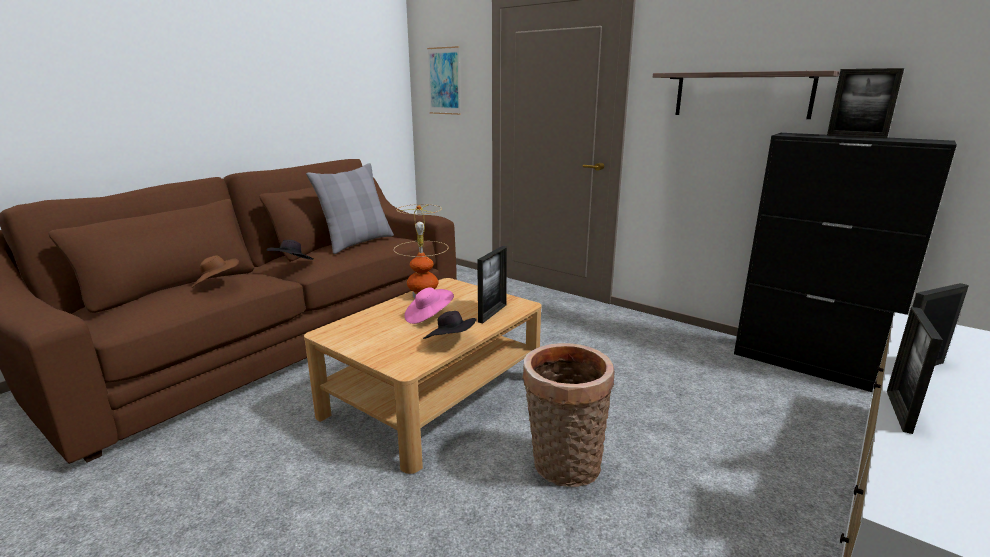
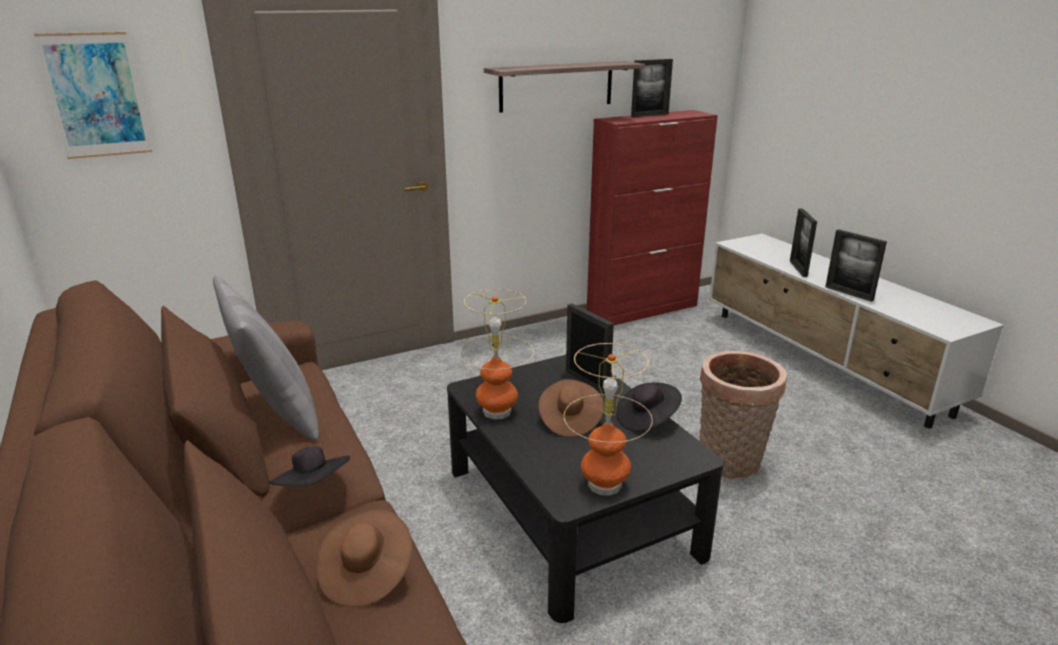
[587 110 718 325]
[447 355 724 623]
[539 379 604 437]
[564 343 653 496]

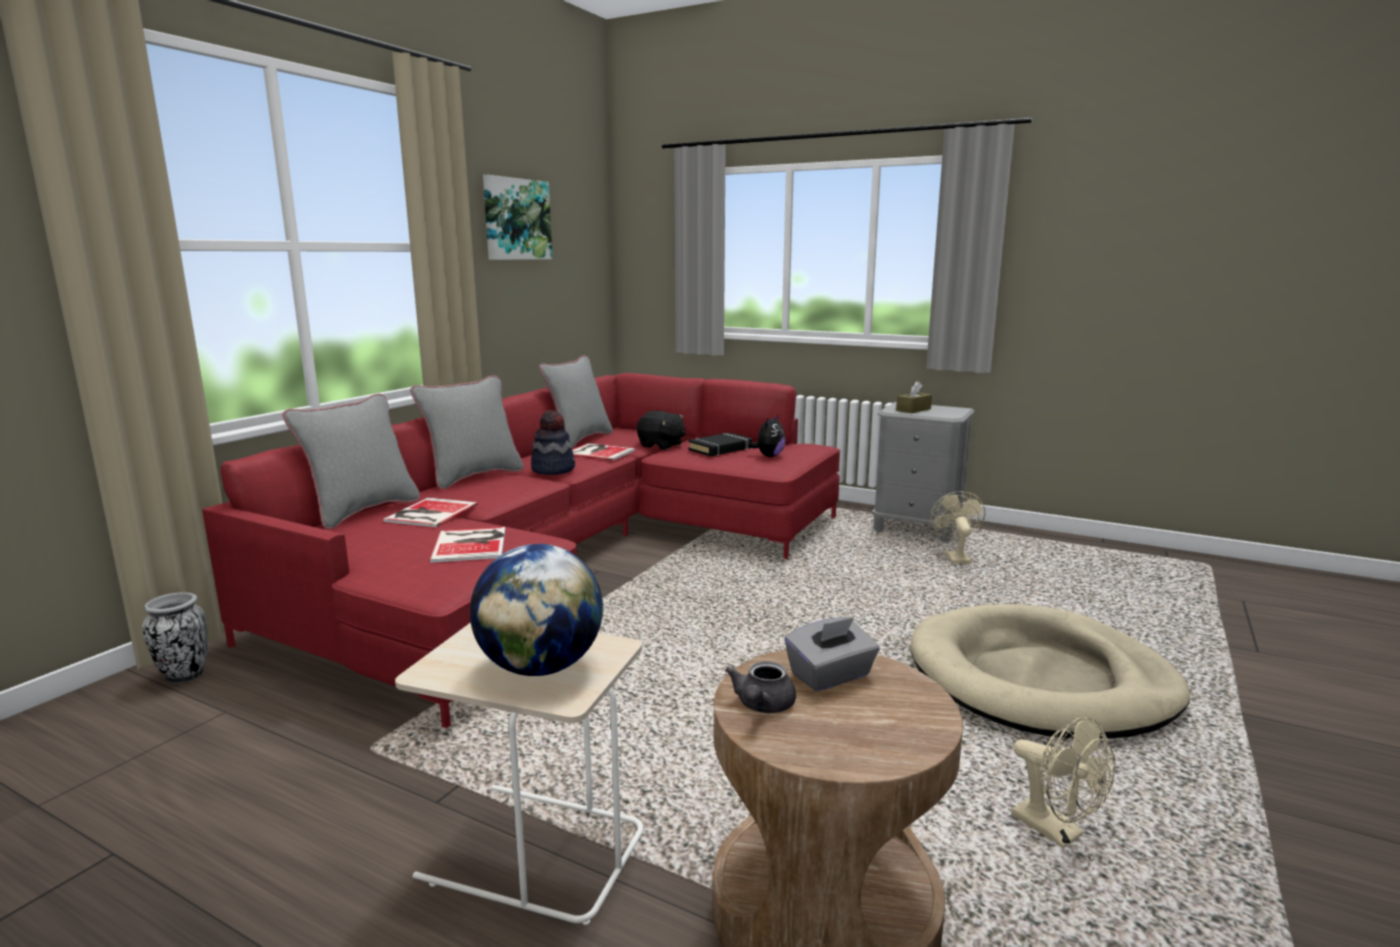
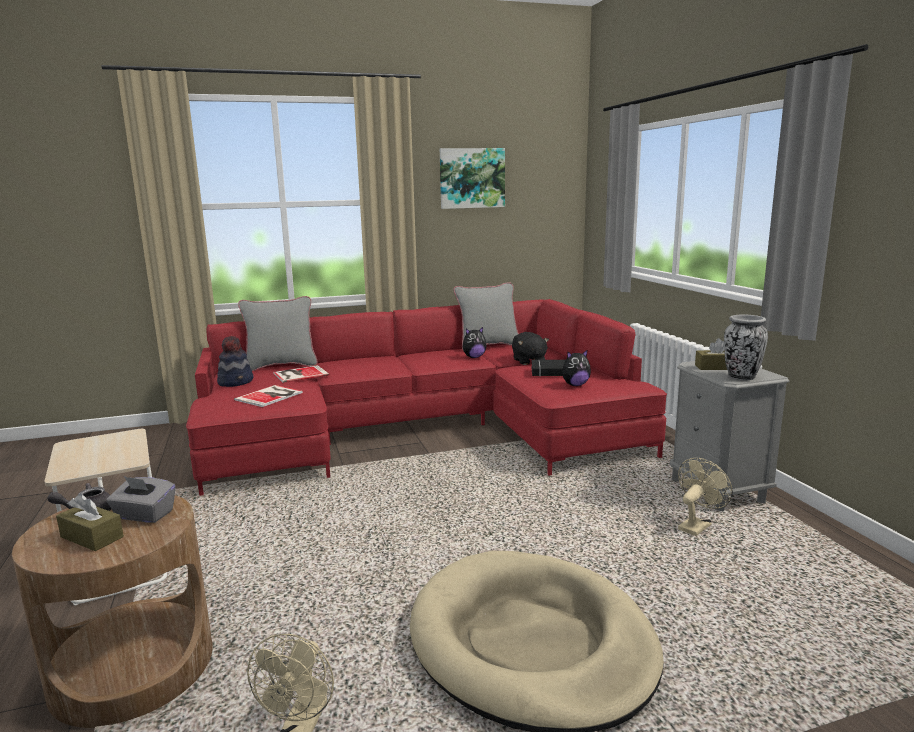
[410 375 524 489] (first image)
[217 336 253 387]
[462 327 487 358]
[470 544 603 676] (first image)
[724 314 768 380]
[56 493 124 551]

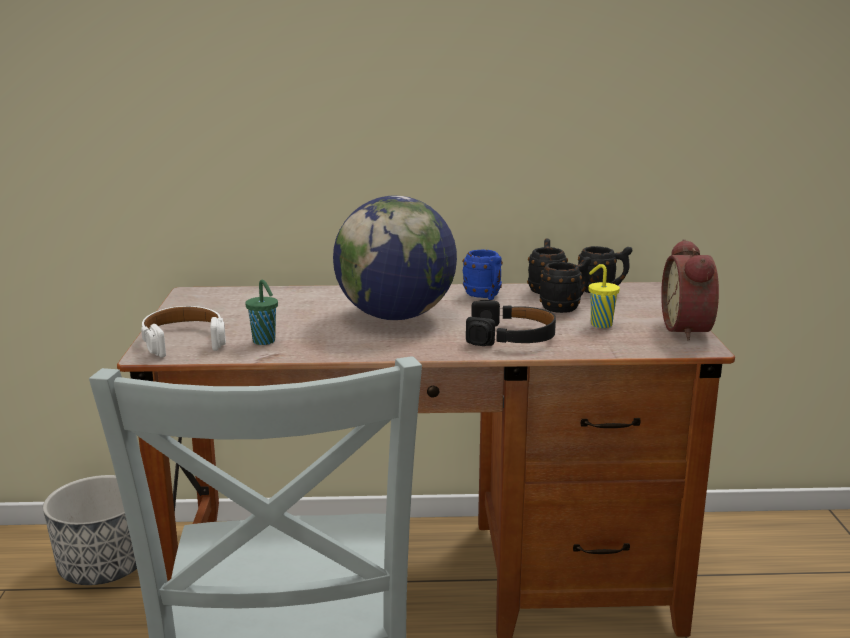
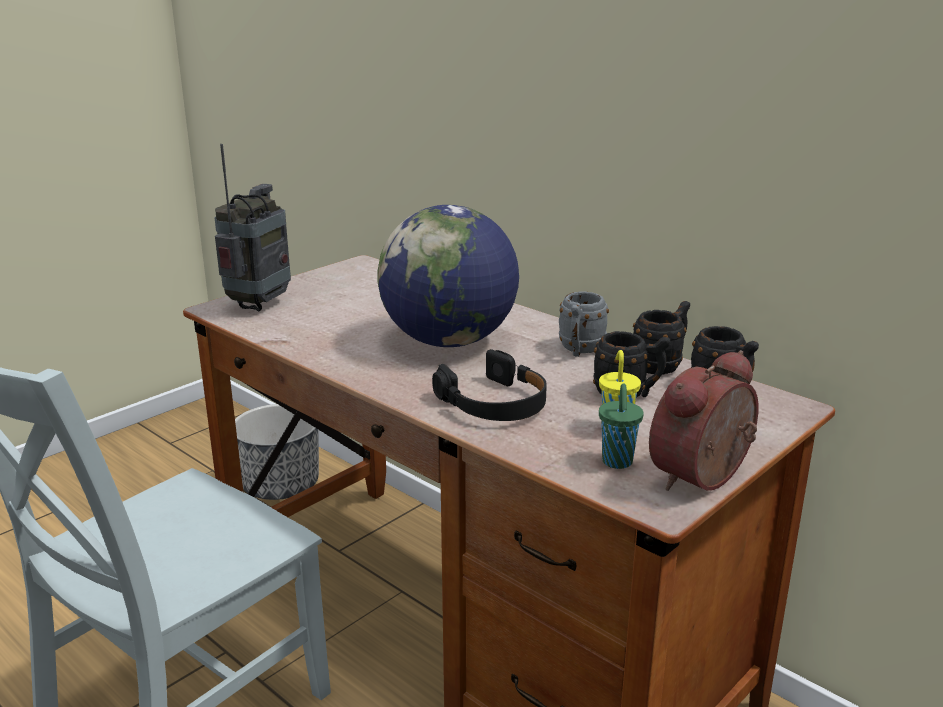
[559 291 609 357]
[599 383 644 469]
[215 144 291 311]

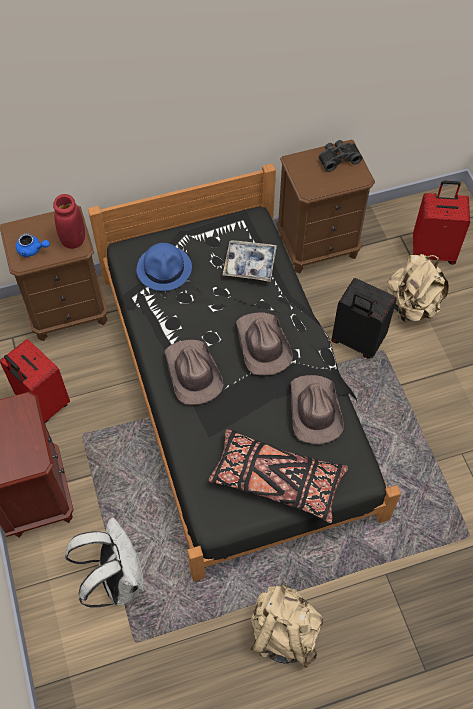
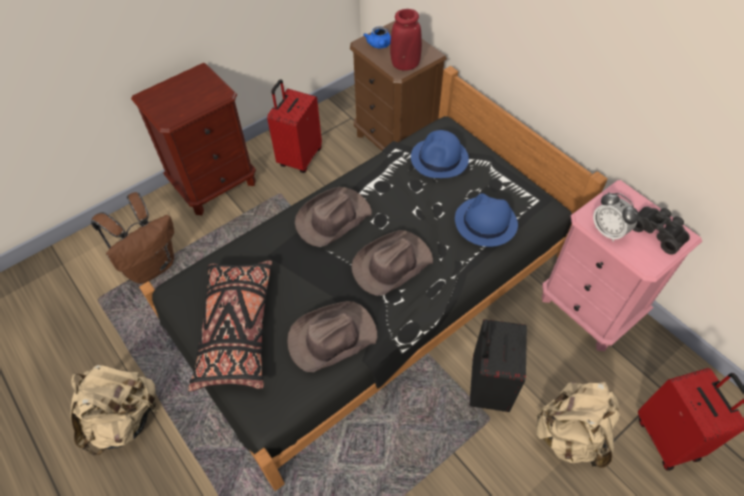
[542 180 702 351]
[455 193 518 247]
[91 192 174 284]
[593 192 639 242]

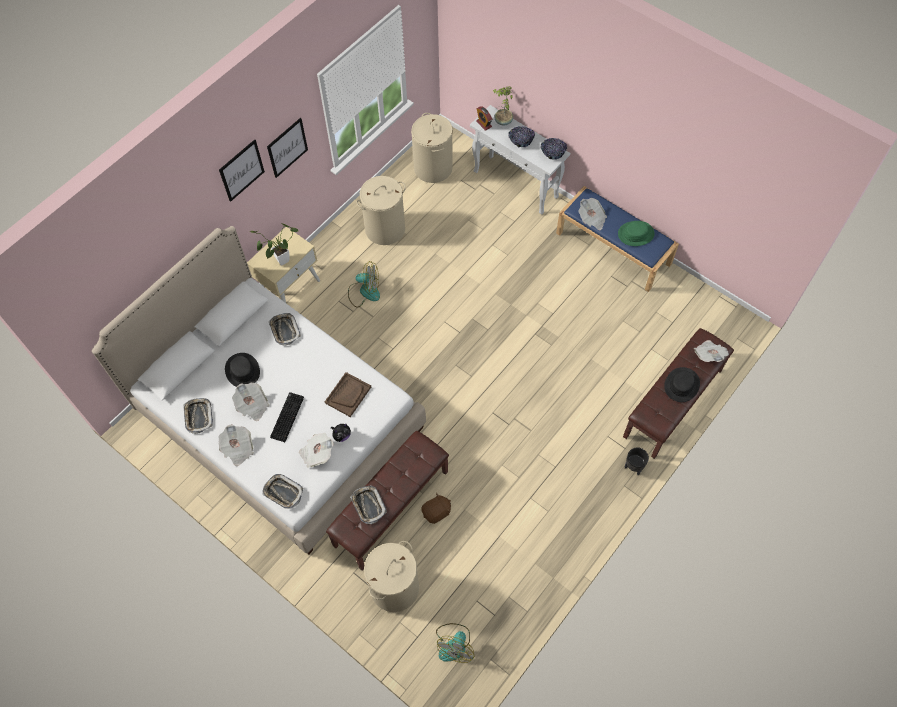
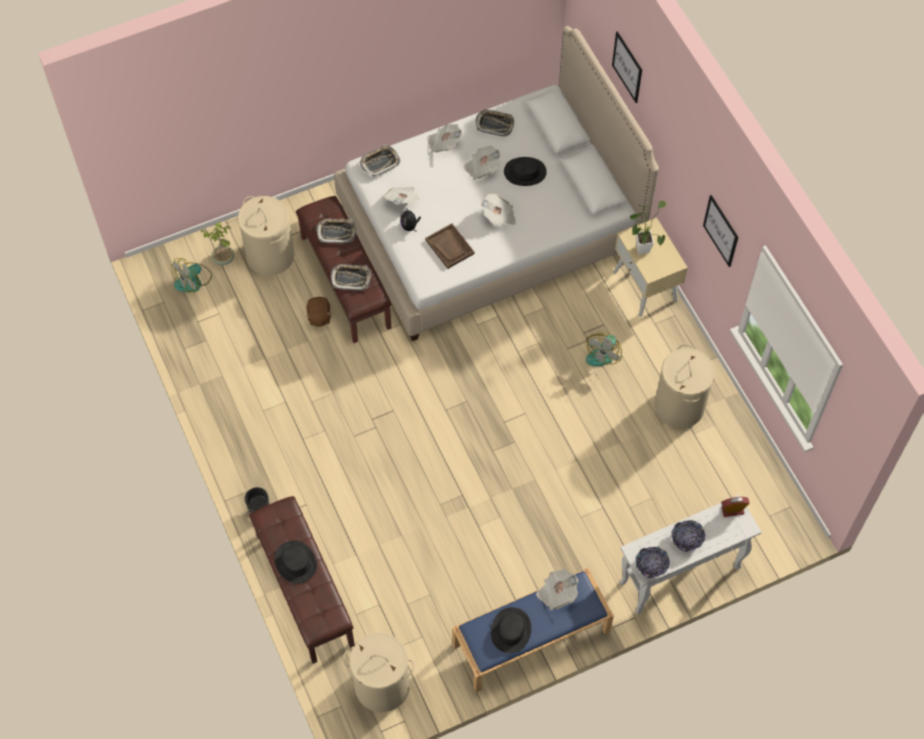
[201 222 234 265]
[343 633 414 712]
[612 31 642 103]
[491 607 531 653]
[330 264 371 291]
[481 193 516 226]
[270 392 304 442] (first image)
[171 258 212 292]

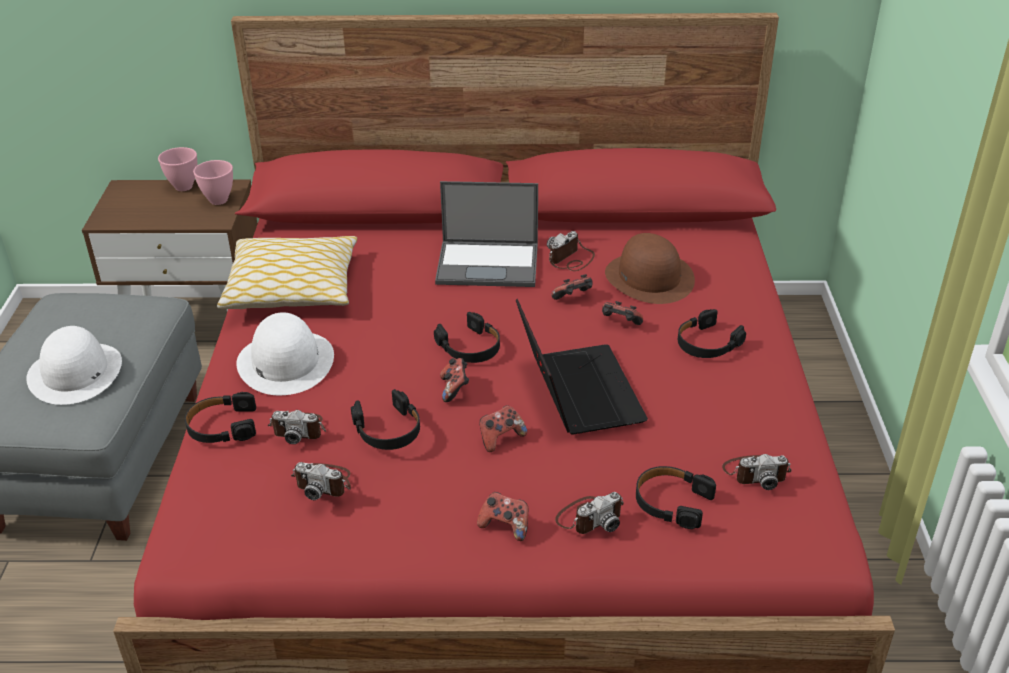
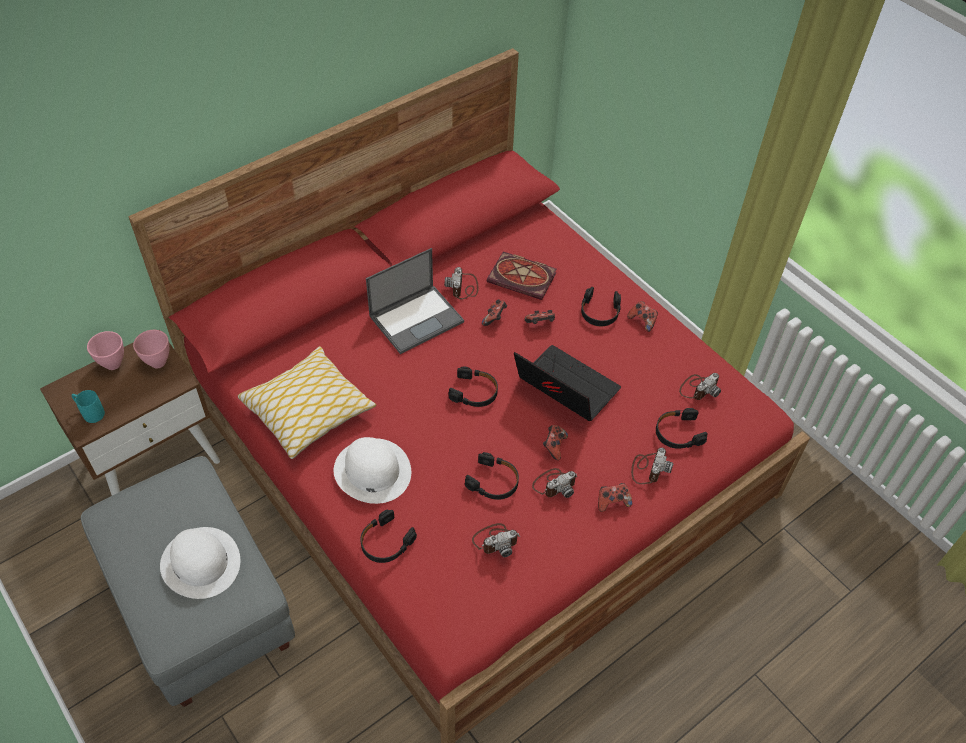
[487 252 557 300]
[627 301 658 332]
[532 468 578 498]
[72 390 105 423]

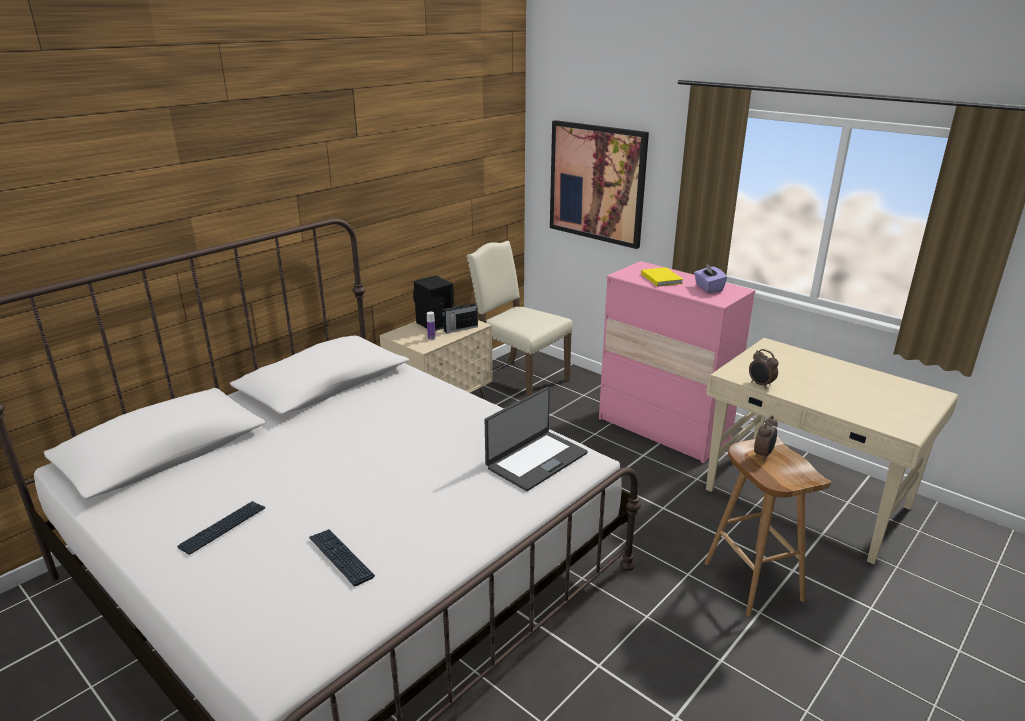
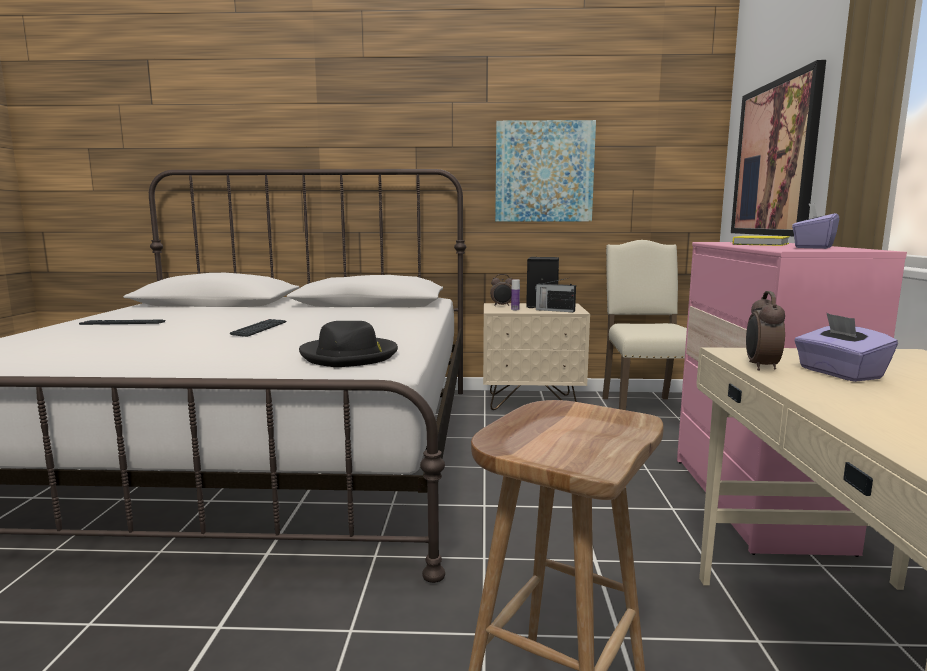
[299 321 398 367]
[490 274 512 306]
[230 319 287 337]
[495 120 596 221]
[794 313 898 382]

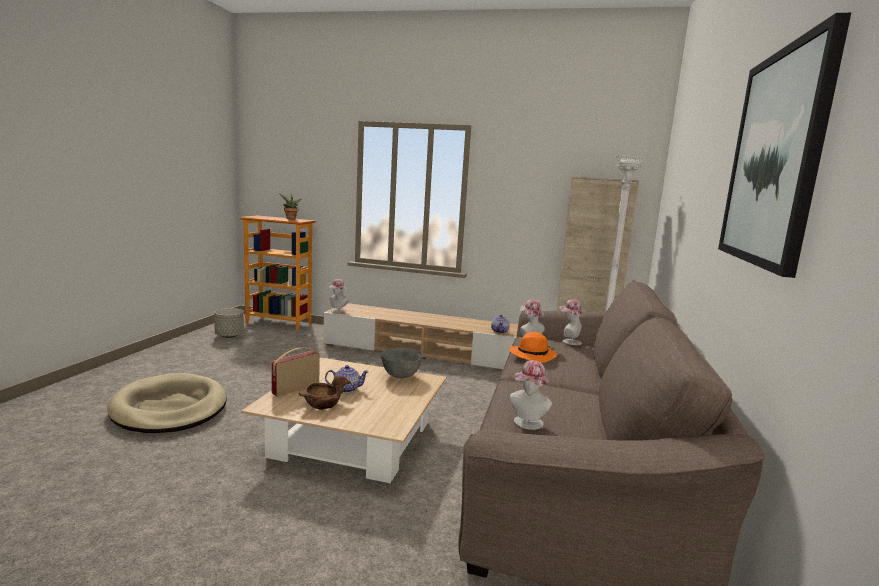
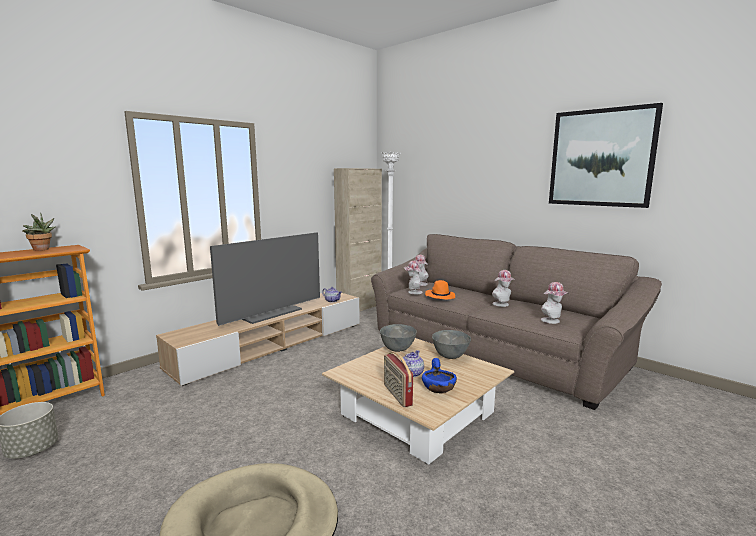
[492 270 515 307]
[422 358 457 394]
[210 232 320 326]
[432 330 471 359]

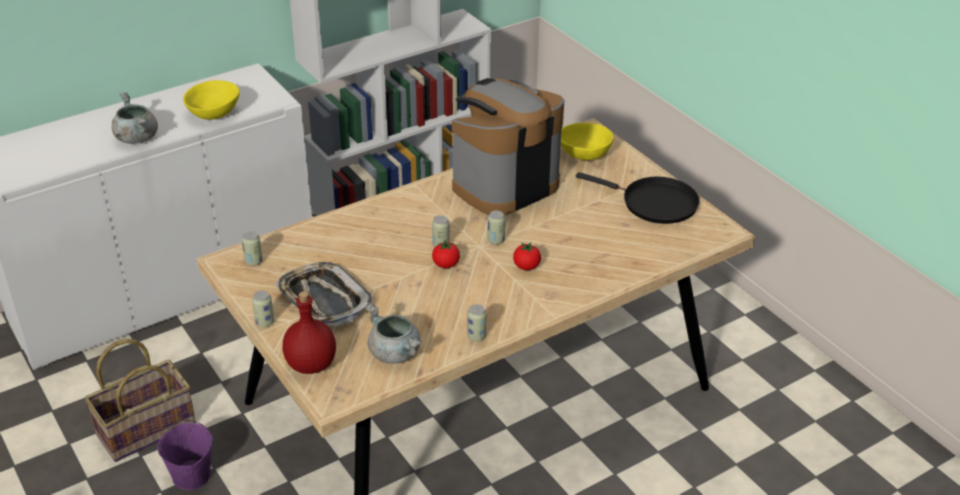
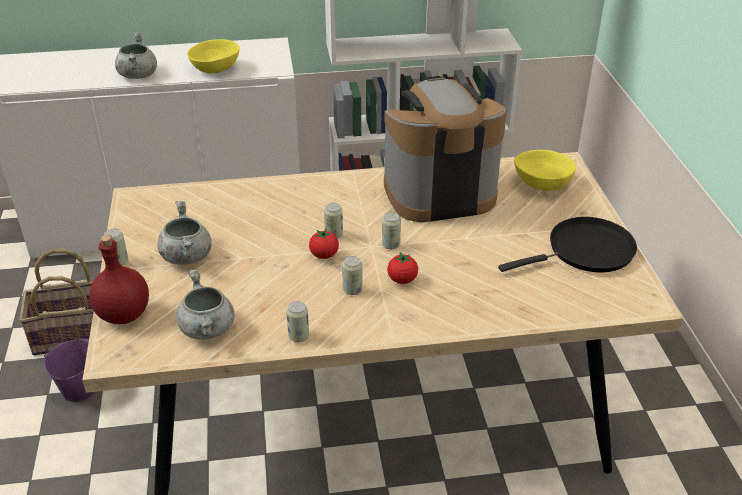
[498 217 637 273]
[342 256 363 295]
[157 201 212 265]

